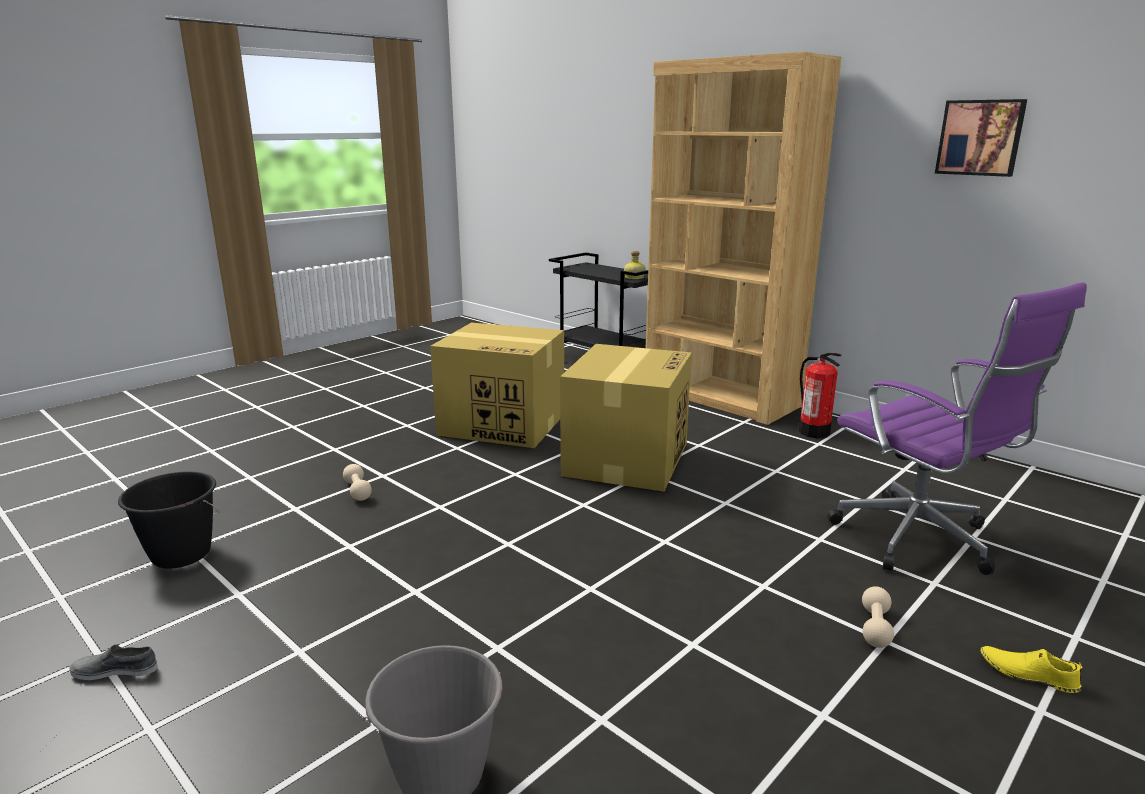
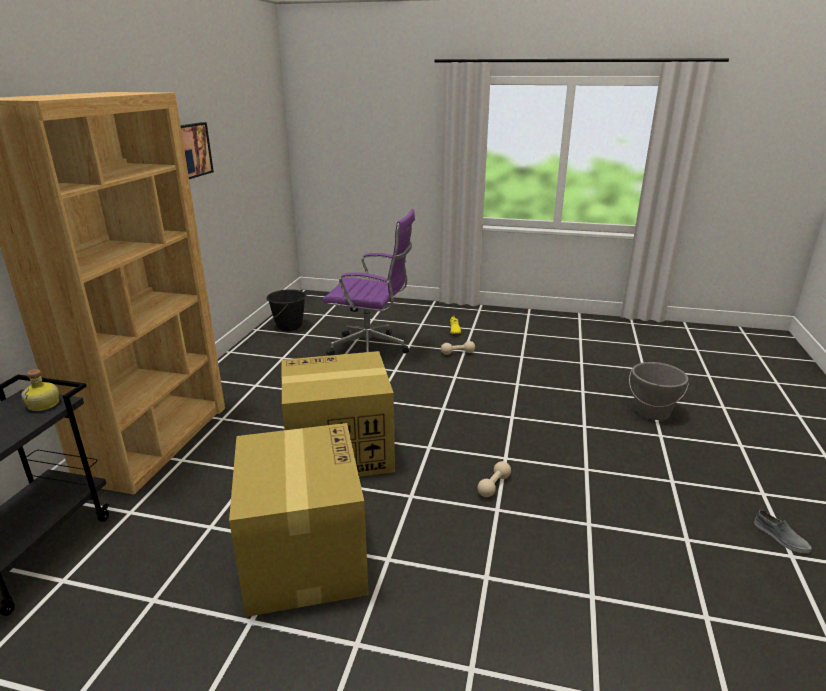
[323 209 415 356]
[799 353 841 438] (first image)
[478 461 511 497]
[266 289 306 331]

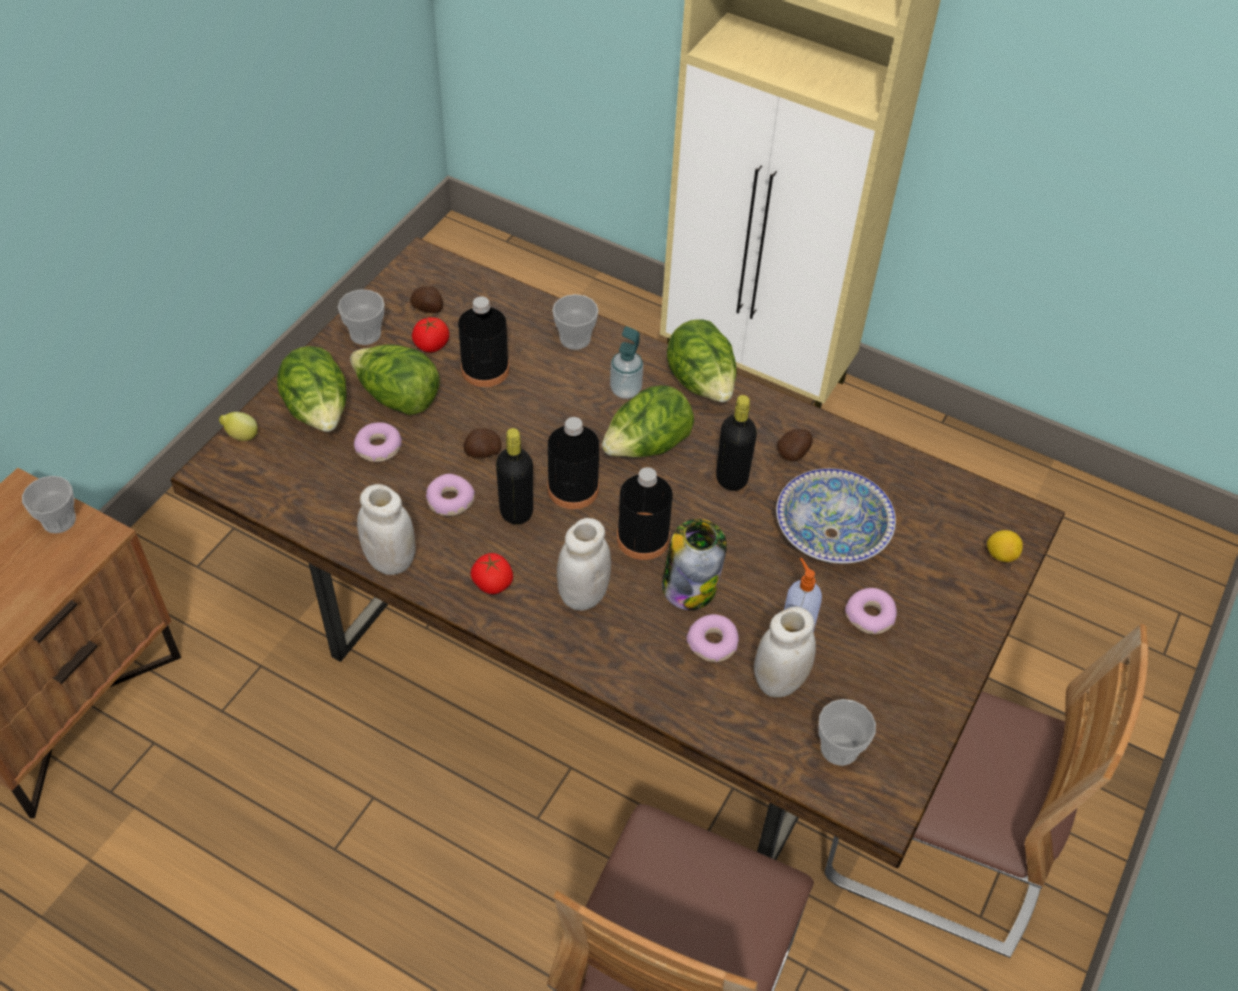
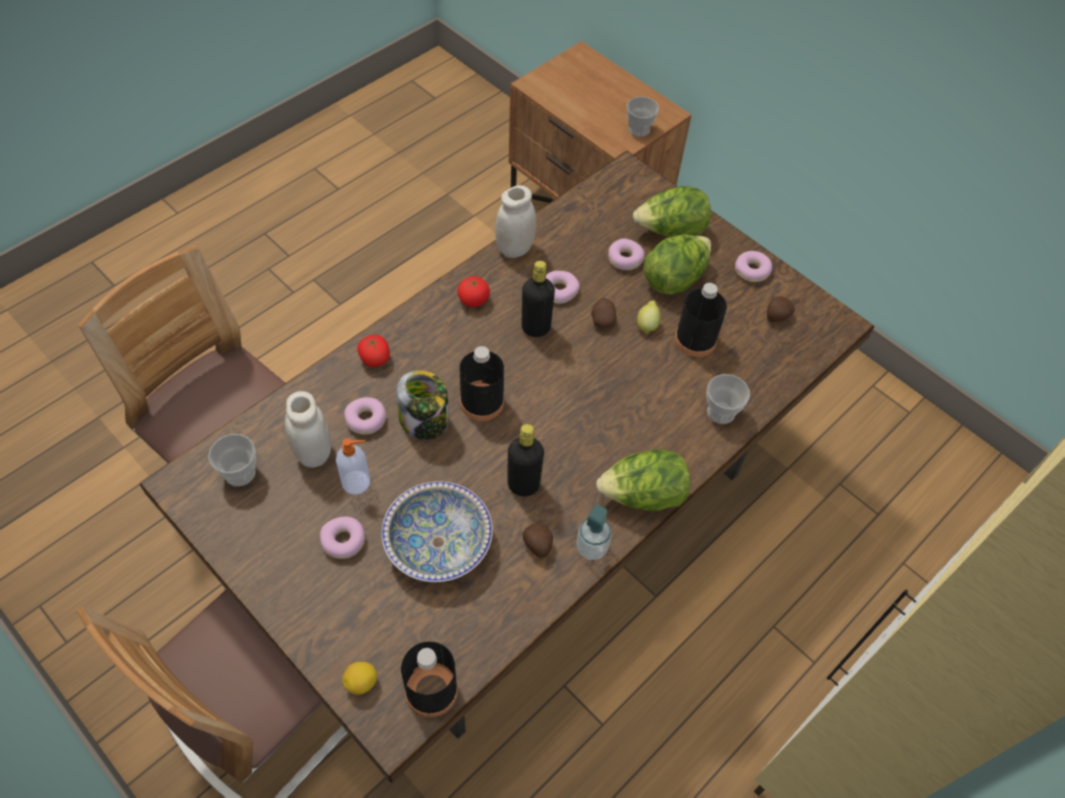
[735 251 772 282]
[357 335 390 367]
[577 504 612 560]
[602 385 694 457] (first image)
[637 300 660 334]
[401 641 458 717]
[557 518 611 610] (first image)

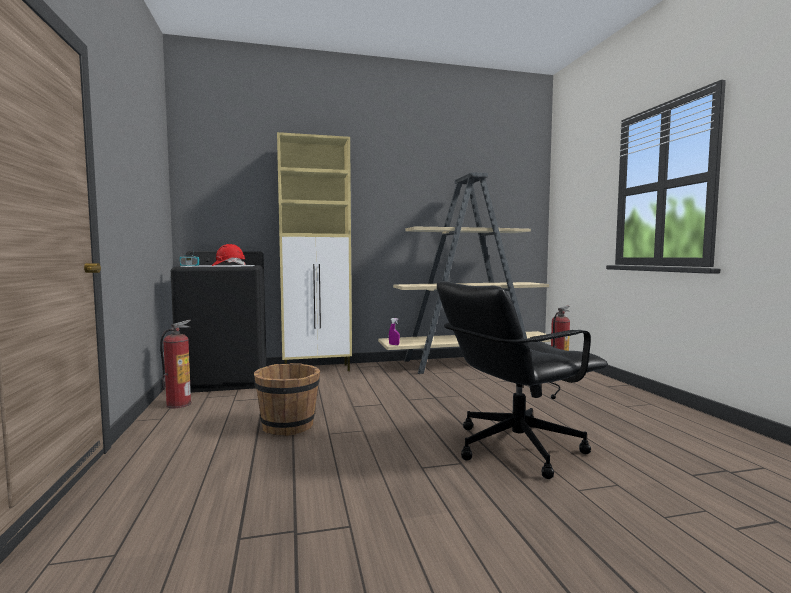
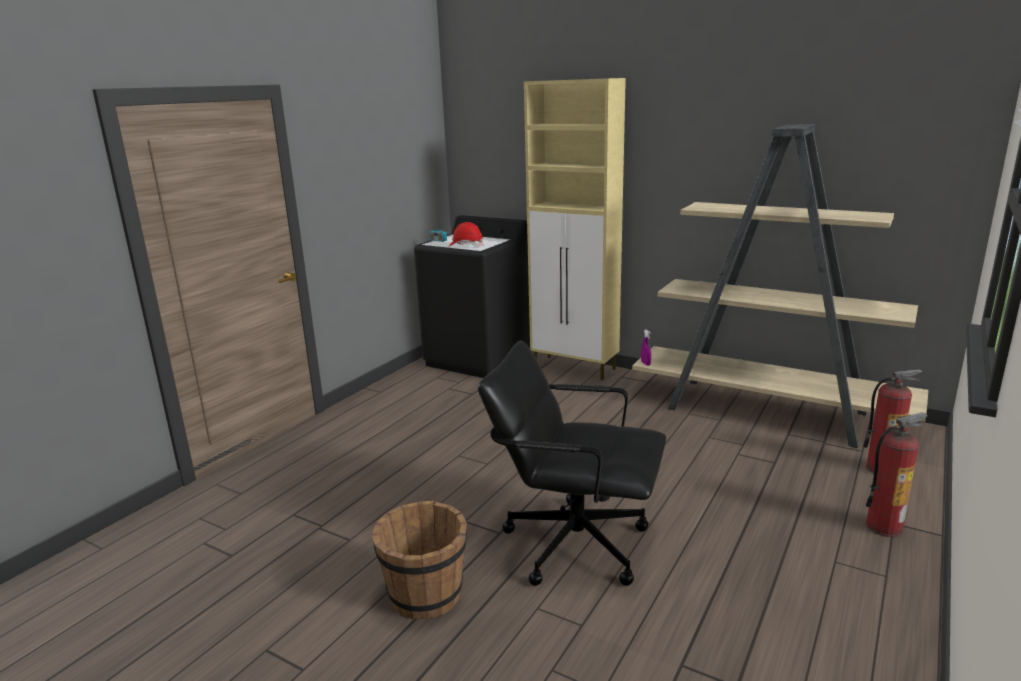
[866 413 928 537]
[372 501 467 619]

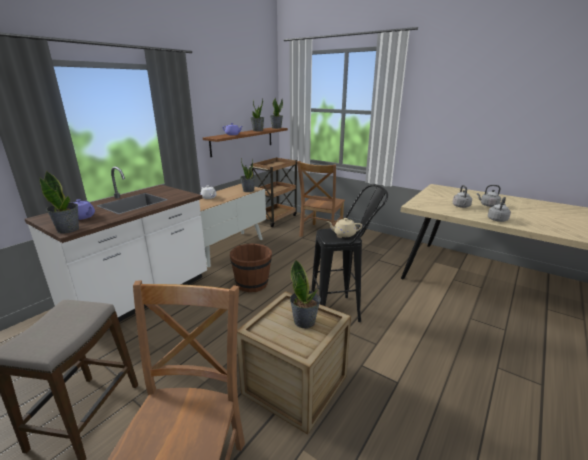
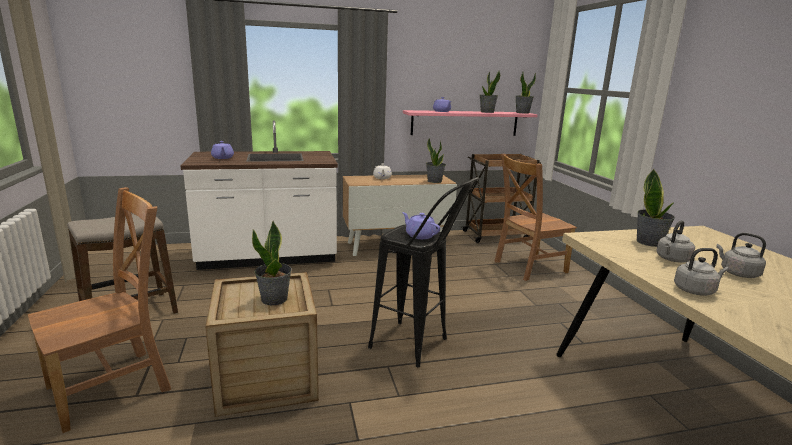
[403 110 538 136]
[637 168 675 247]
[402 212 440 239]
[230 243 272 292] (first image)

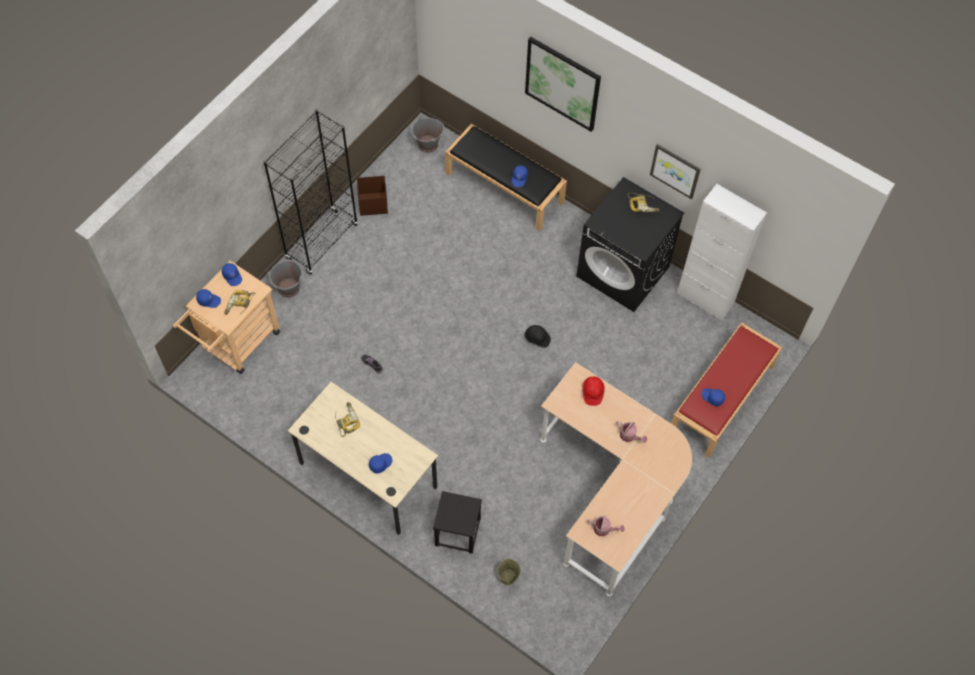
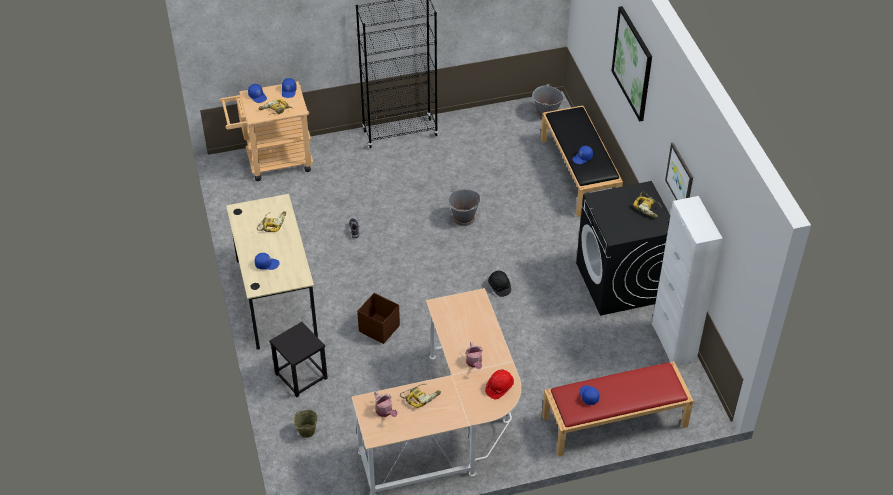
[357 293 400 344]
[447 189 481 226]
[485 369 514 399]
[400 384 441 408]

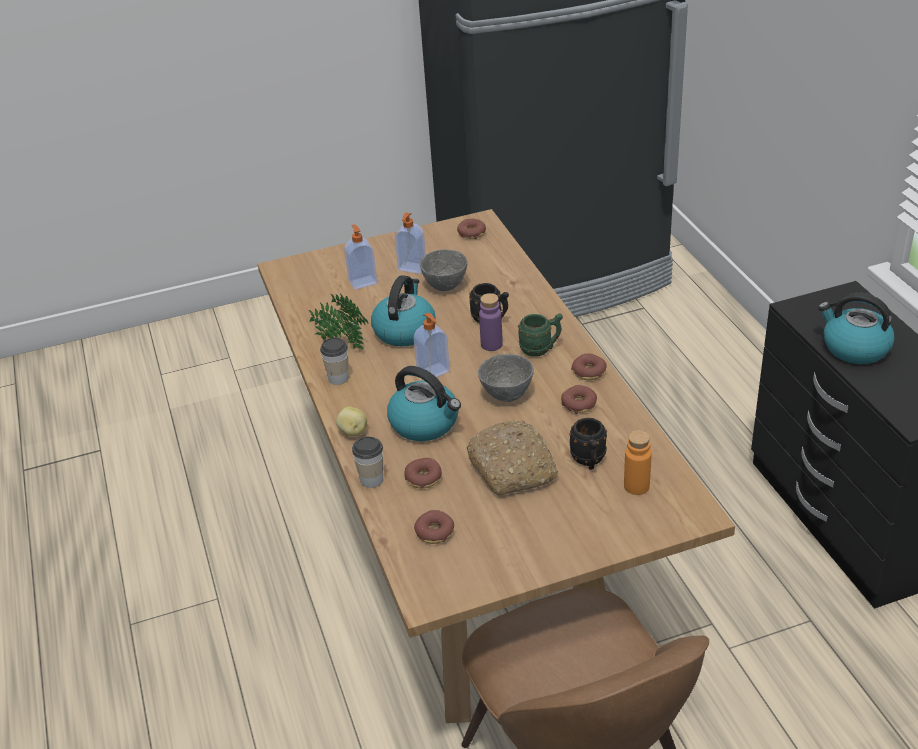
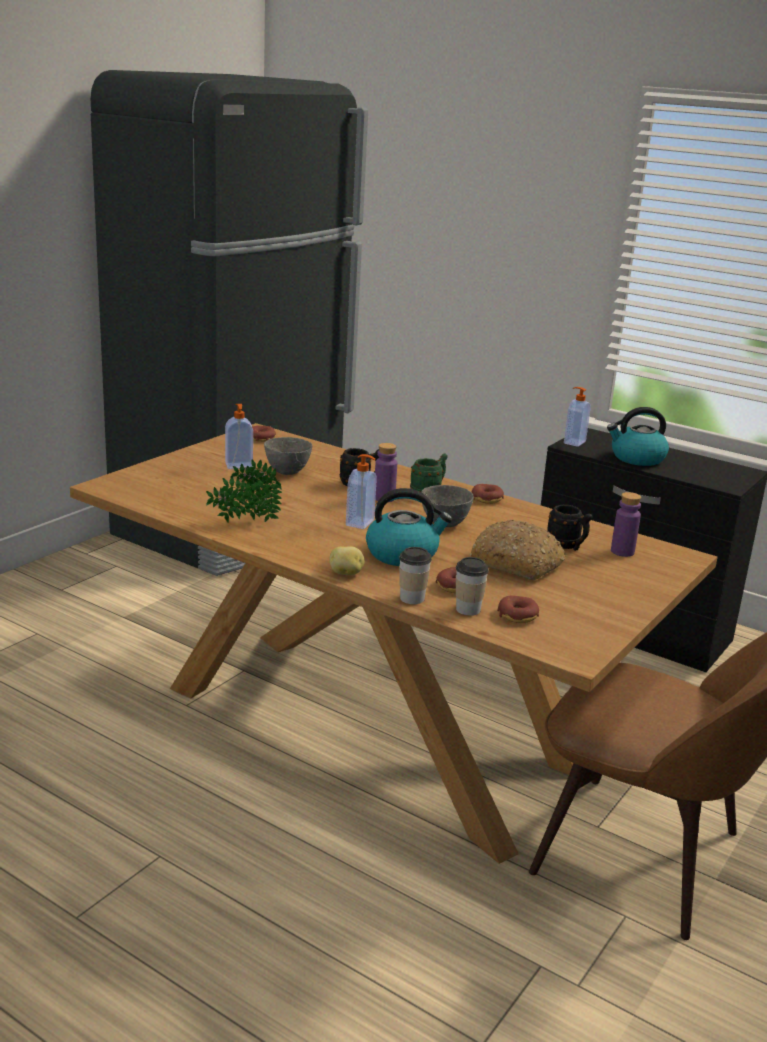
[564 387 591 447]
[371 275 436 346] (first image)
[456 557 489 616]
[561 385 597 414] (first image)
[611 492 641 557]

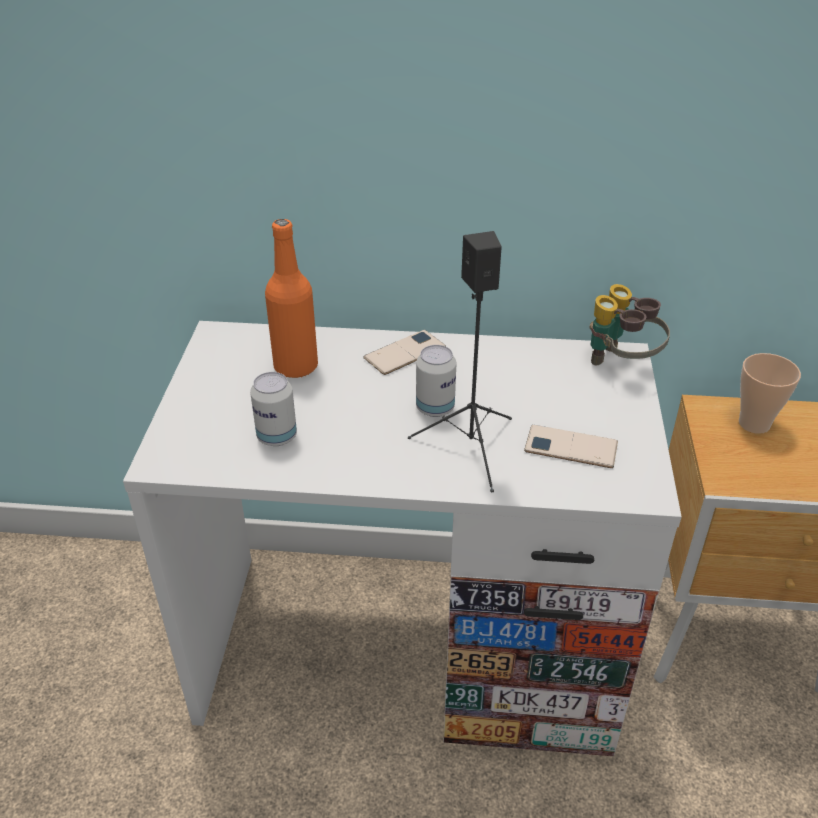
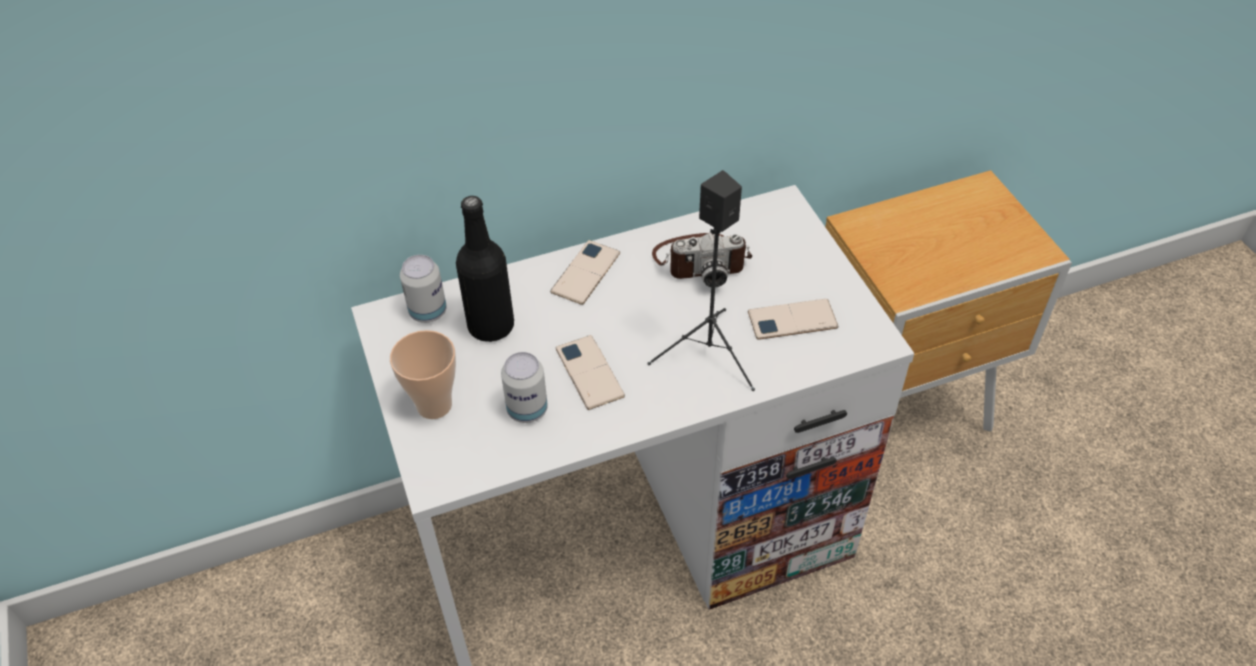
[456 196 514 342]
[590 284 670 365] (first image)
[400 255 447 323]
[390 330 456 419]
[652 233 752 287]
[556 335 625 410]

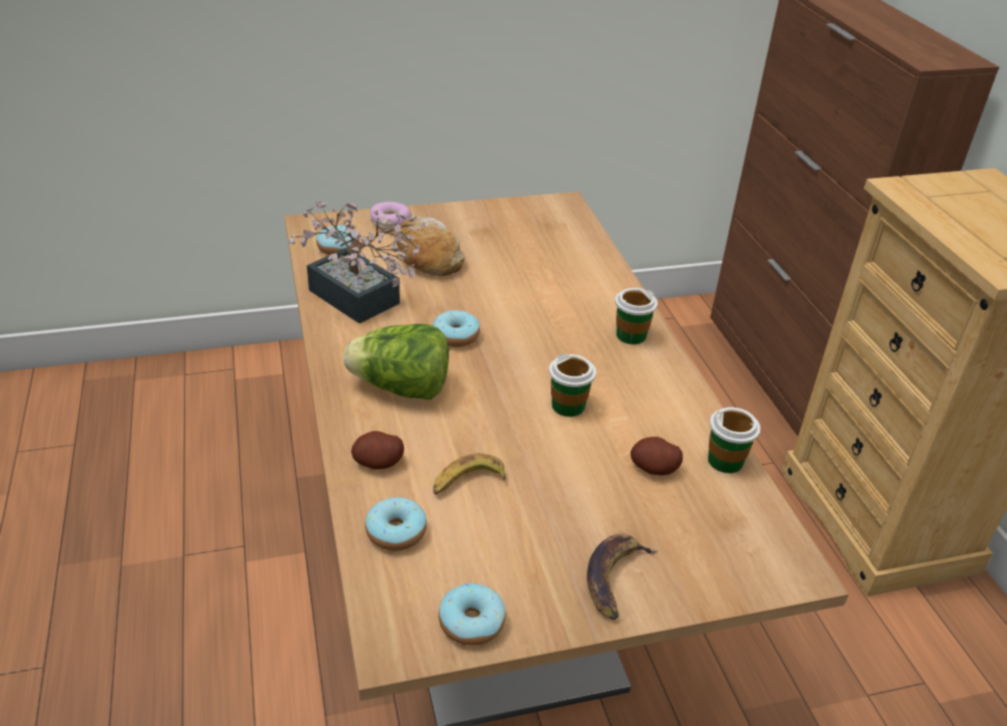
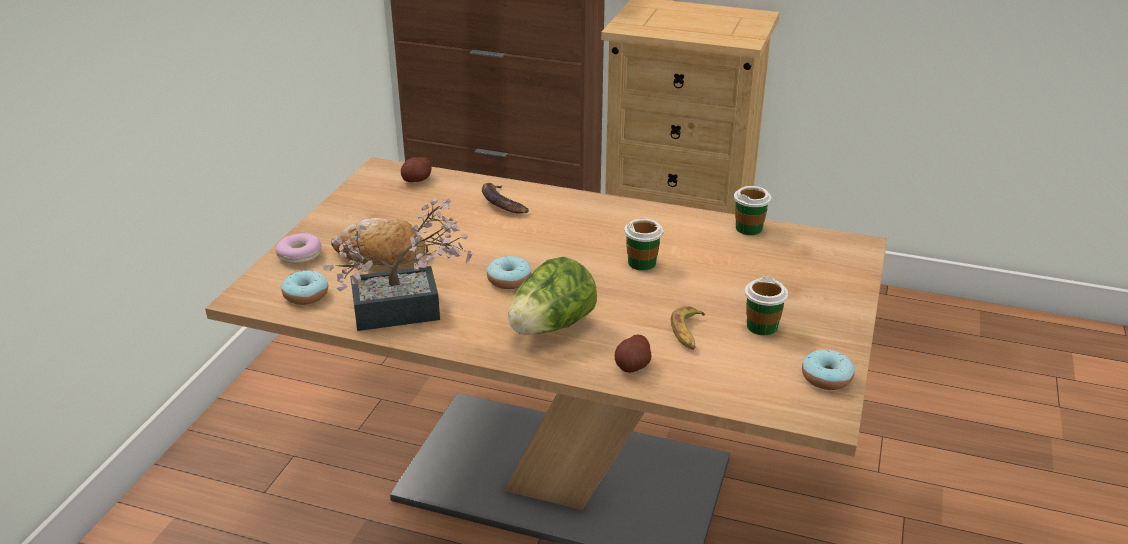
[745 276 788 336]
[401 157 432 182]
[365 497 427 551] (first image)
[482 183 529 214]

